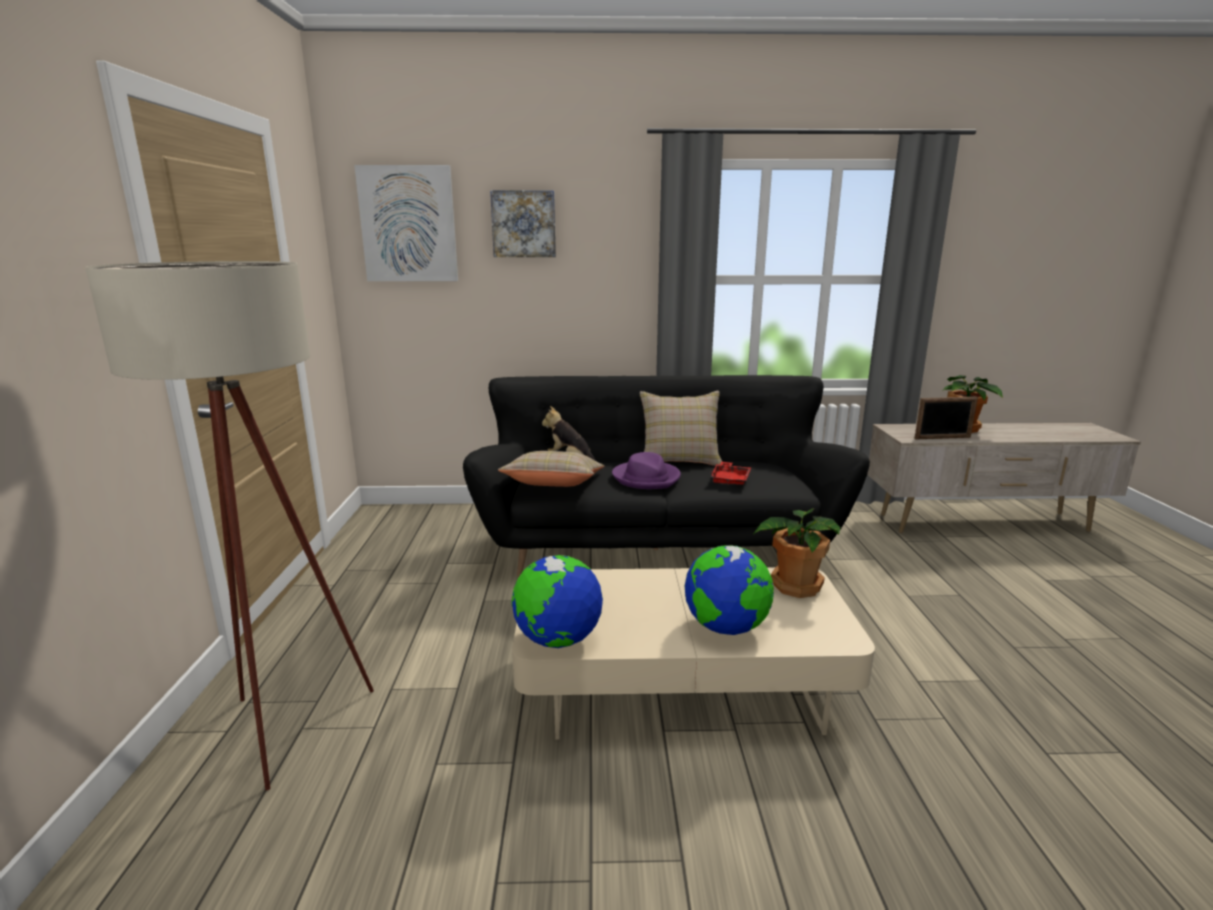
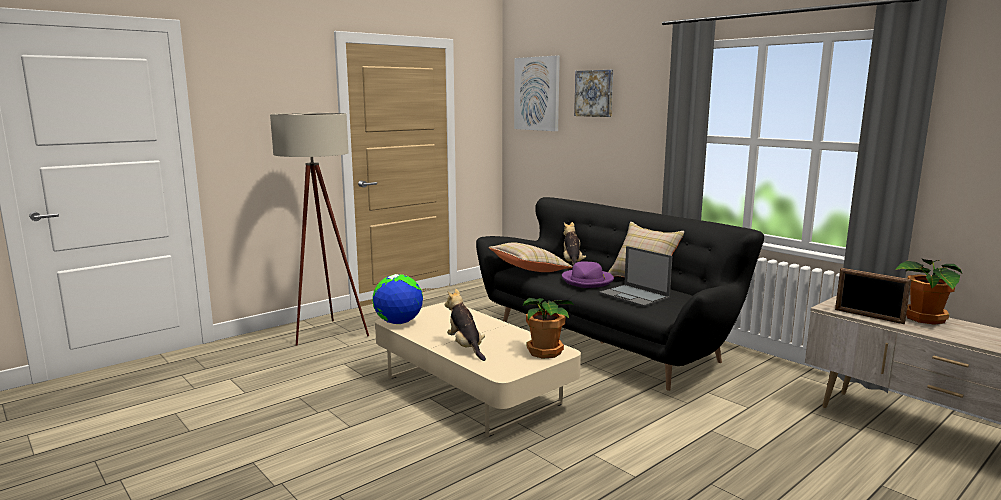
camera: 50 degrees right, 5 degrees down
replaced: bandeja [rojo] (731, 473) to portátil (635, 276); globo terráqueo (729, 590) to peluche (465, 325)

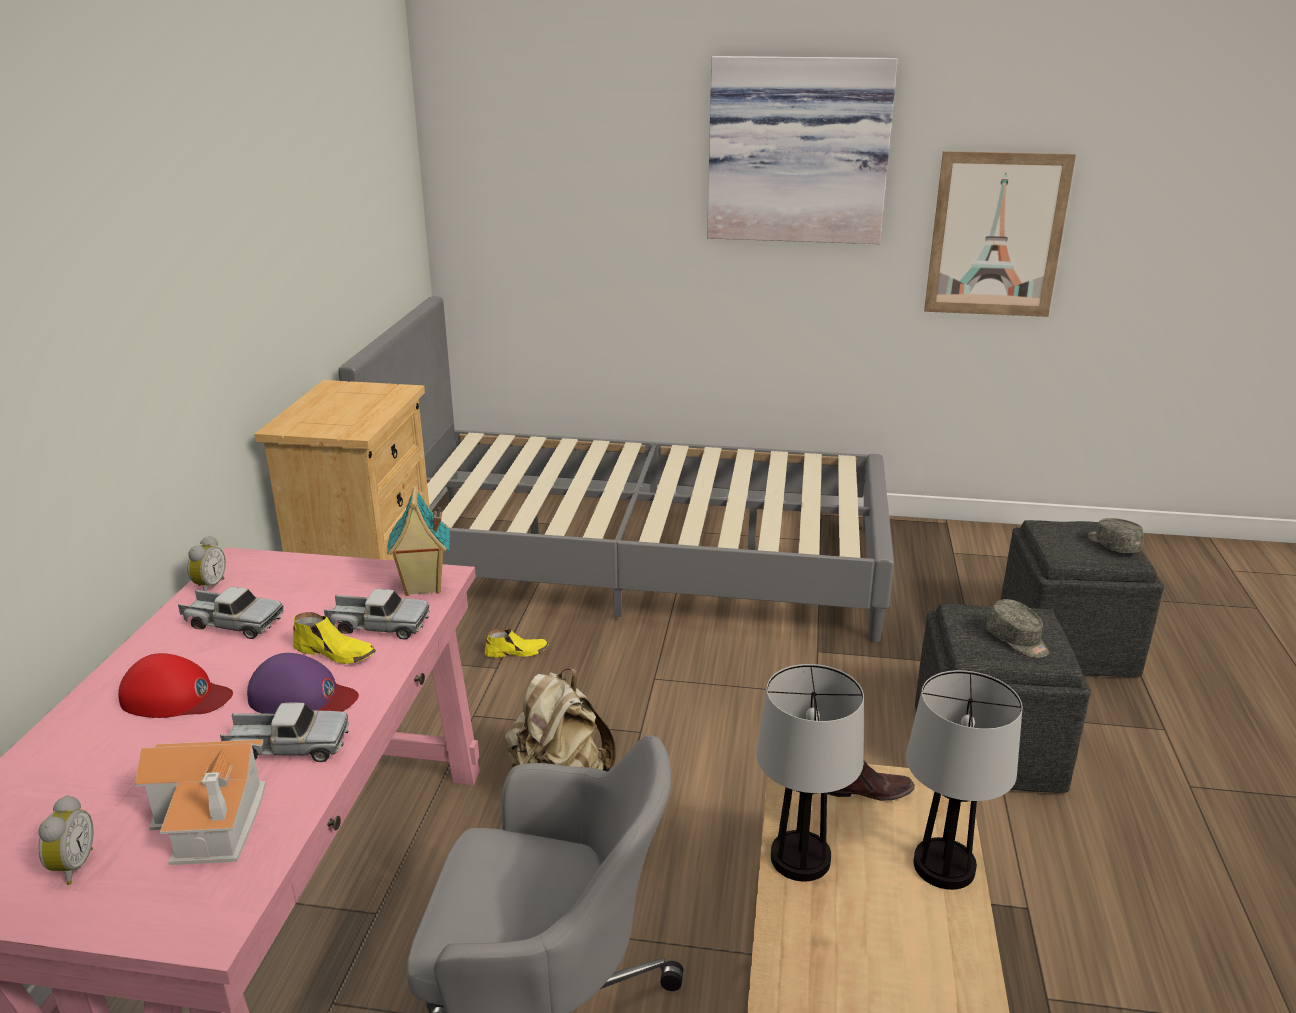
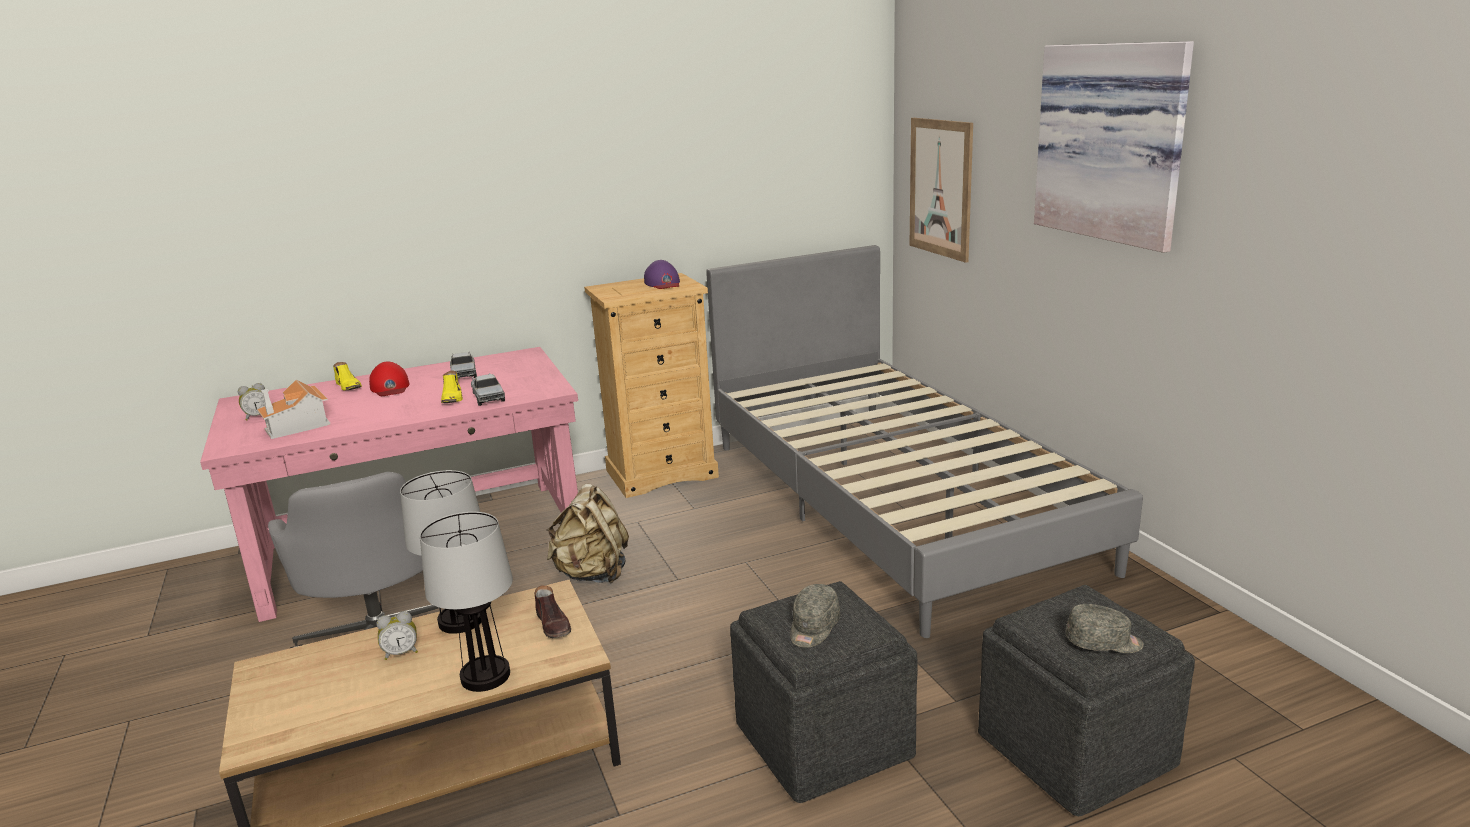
camera: 60 degrees right, 5 degrees down
removed: casita (418, 541); camión de juguete (284, 732)
moved: cuadro (1000, 234) to (941, 190); despertador (207, 563) to (397, 635); zapato [amarillo] (516, 643) to (347, 376); gorra [morado] (303, 683) to (662, 274)
turned: gorra [gris] (1115, 535) = (1104, 628) 60 degrees clockwise

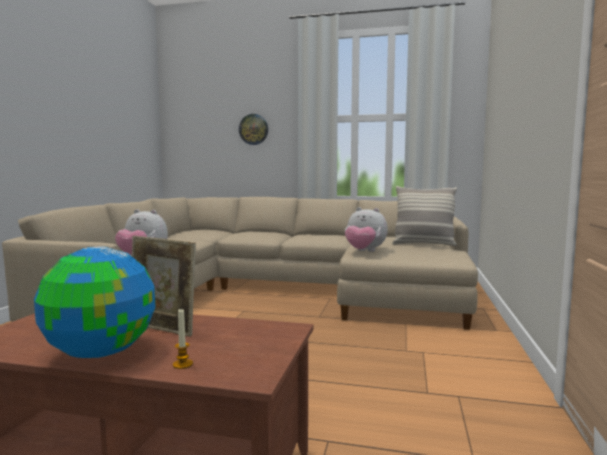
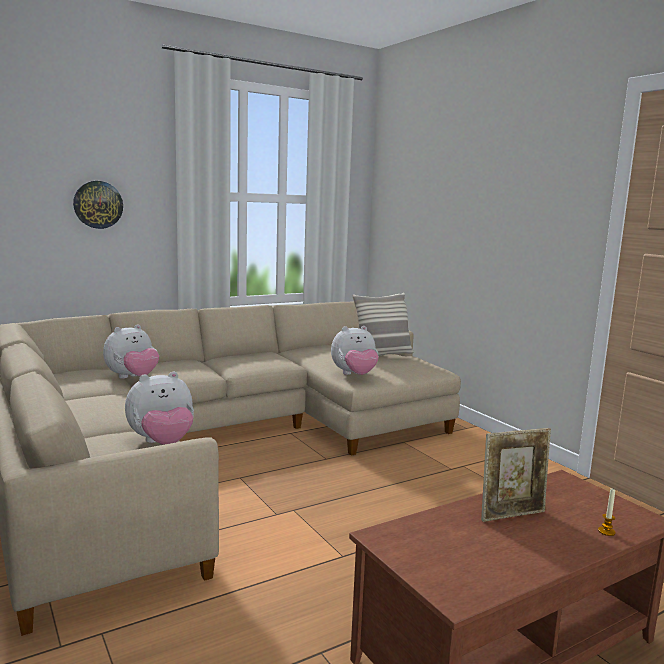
camera: 45 degrees left, 5 degrees up
removed: globo terráqueo (94, 302)
added: peluche (131, 351)

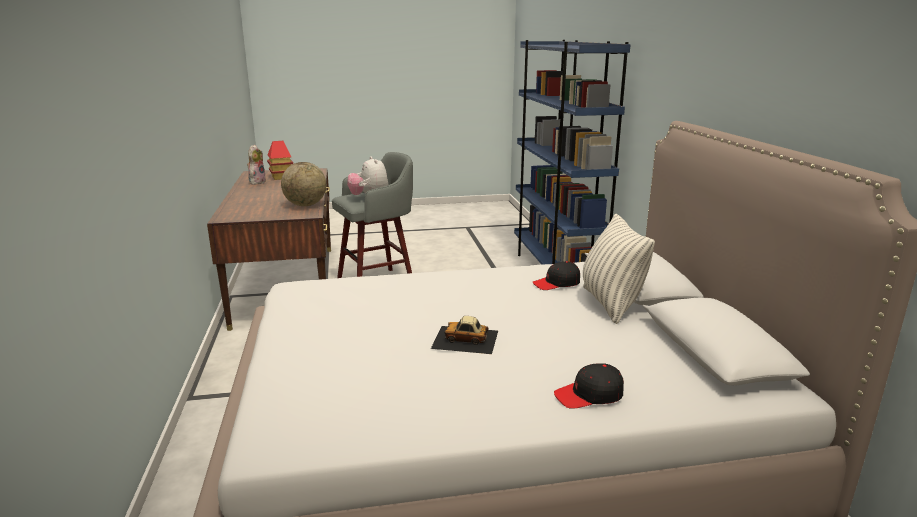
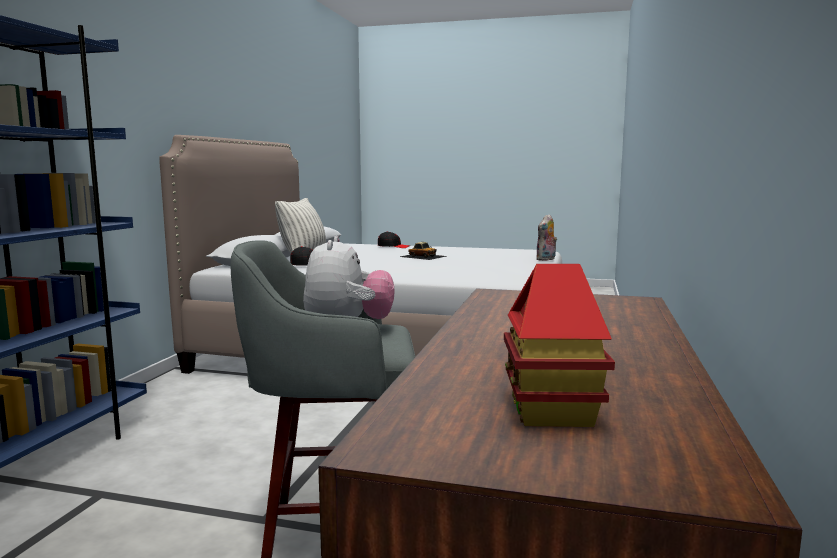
camera: 155 degrees left, 10 degrees down
removed: globo terráqueo (303, 184)
moved: peluche (256, 165) to (546, 237)

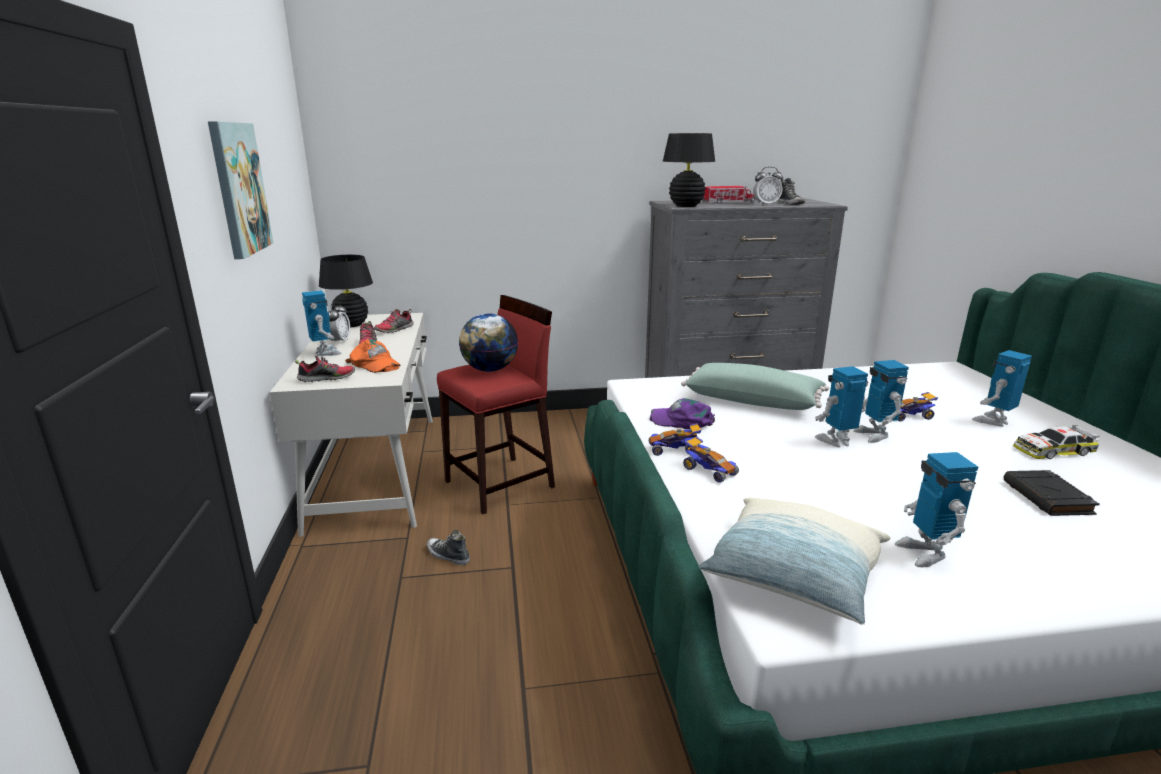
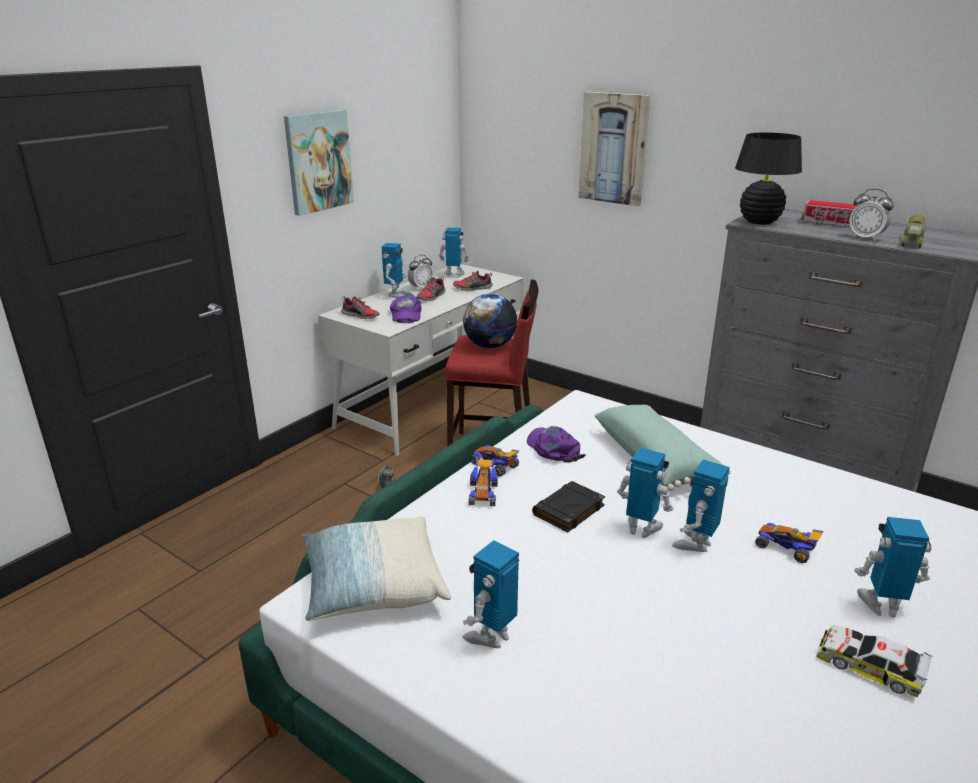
camera: 45 degrees right, 5 degrees up
added: cuadro (614, 149)
moved: libro [negro] (1051, 493) to (568, 506)
replaced: zapato (791, 191) to camión de juguete (914, 231); lámpara de mesa [negro] (346, 291) to robot de juguete (454, 253)
recoloured: gorra [naranja] (373, 356) to gorra [morado] (405, 307)

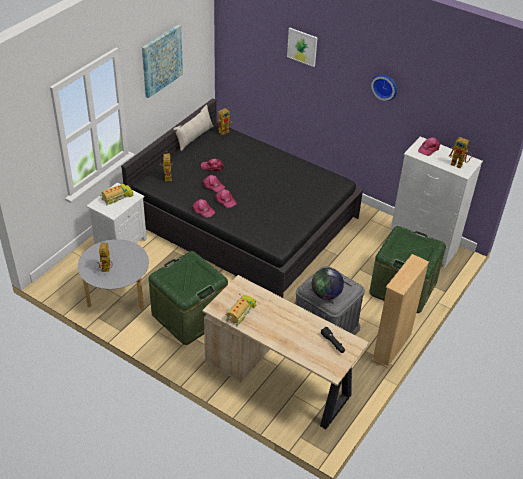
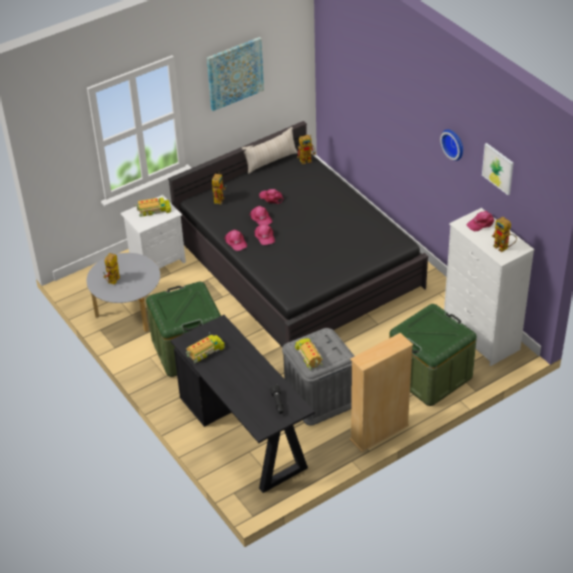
camera: 25 degrees right, 0 degrees up
moved: cuadro (302, 47) to (497, 169)
replaced: globo terráqueo (328, 284) to camión de juguete (309, 353)
recoloured: escritorio [beis] (285, 352) to escritorio [negro] (242, 404)

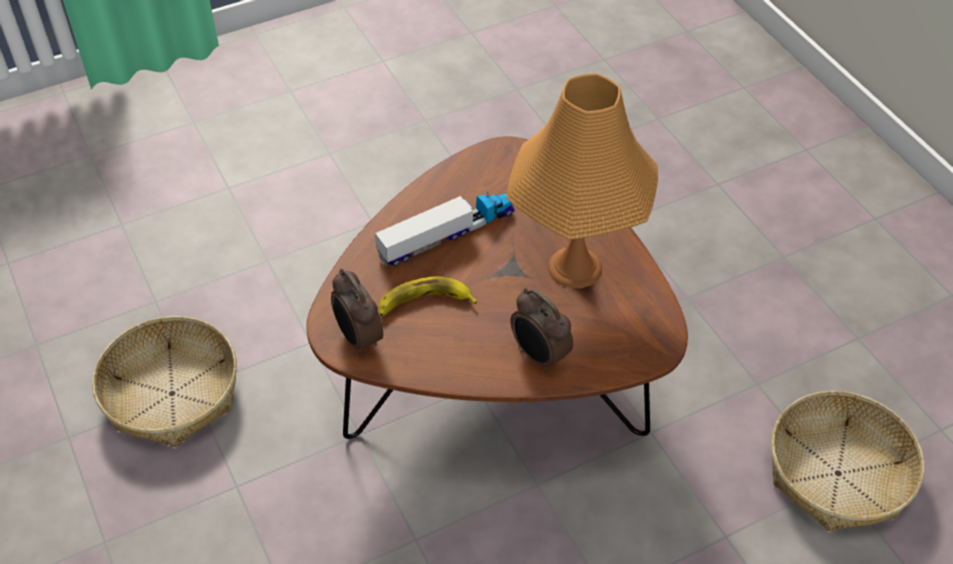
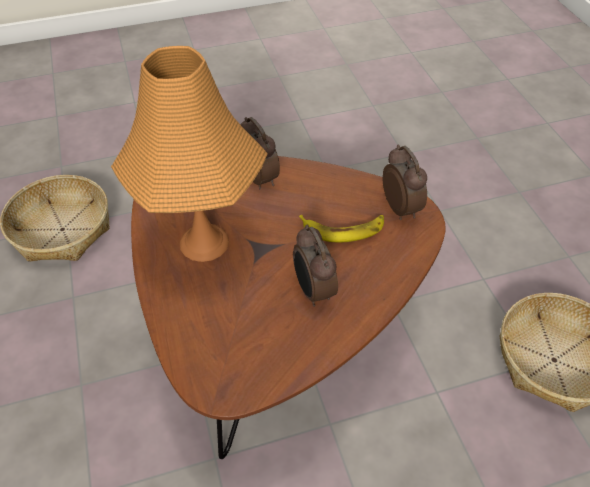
camera: 170 degrees left, 0 degrees up
replaced: camión de juguete (445, 228) to despertador (315, 265)

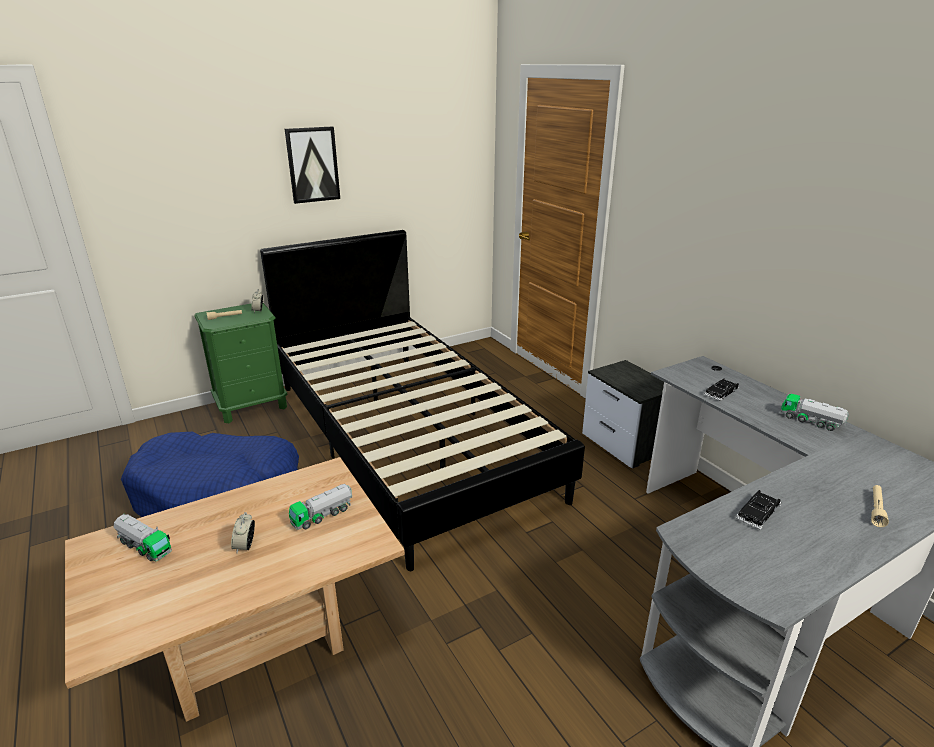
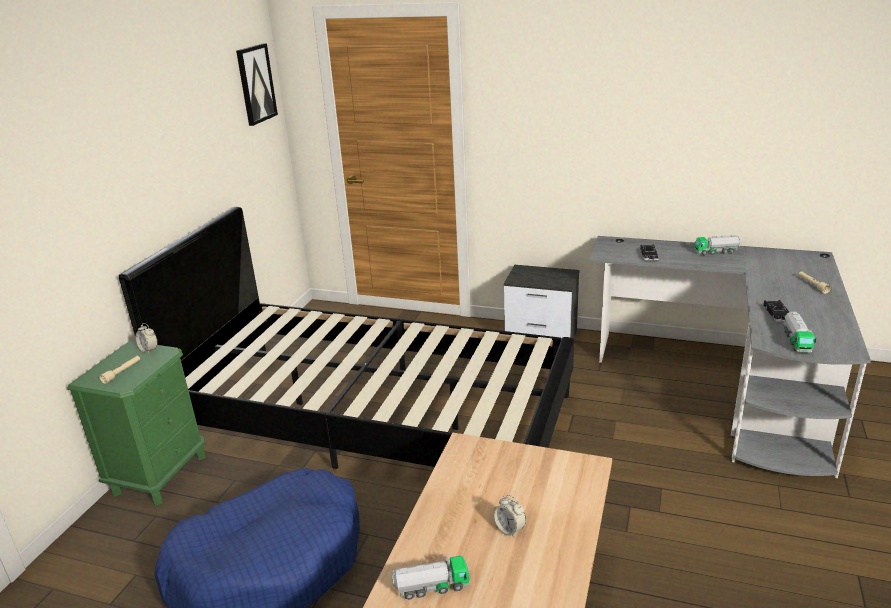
camera: 40 degrees left, 0 degrees up
moved: cuadro (312, 165) to (257, 84); camión de juguete (320, 507) to (799, 331)

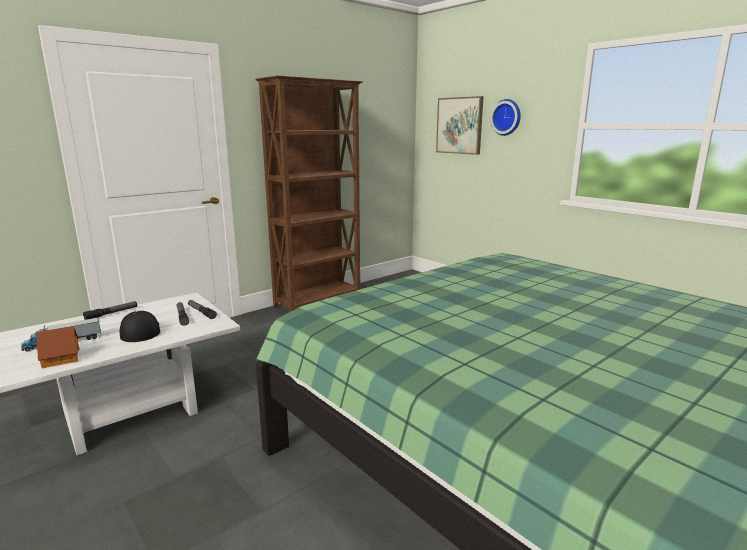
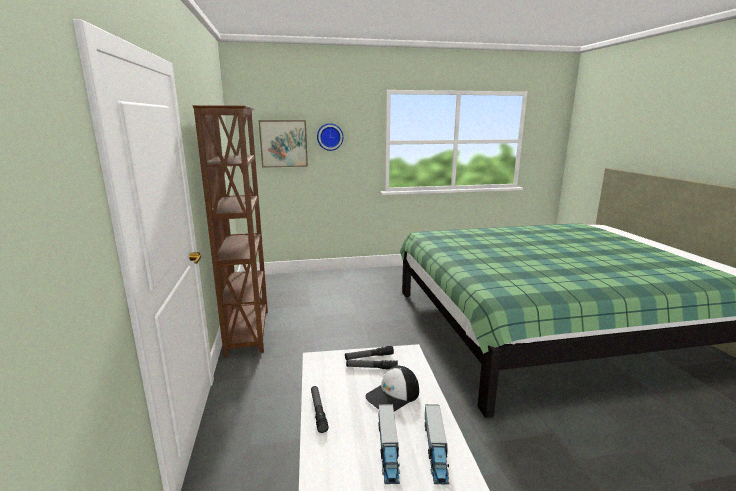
camera: 60 degrees left, 0 degrees up
replaced: casita (57, 347) to camión de juguete (437, 444)
turned: gorra (140, 326) = (392, 389) 45 degrees counterclockwise

